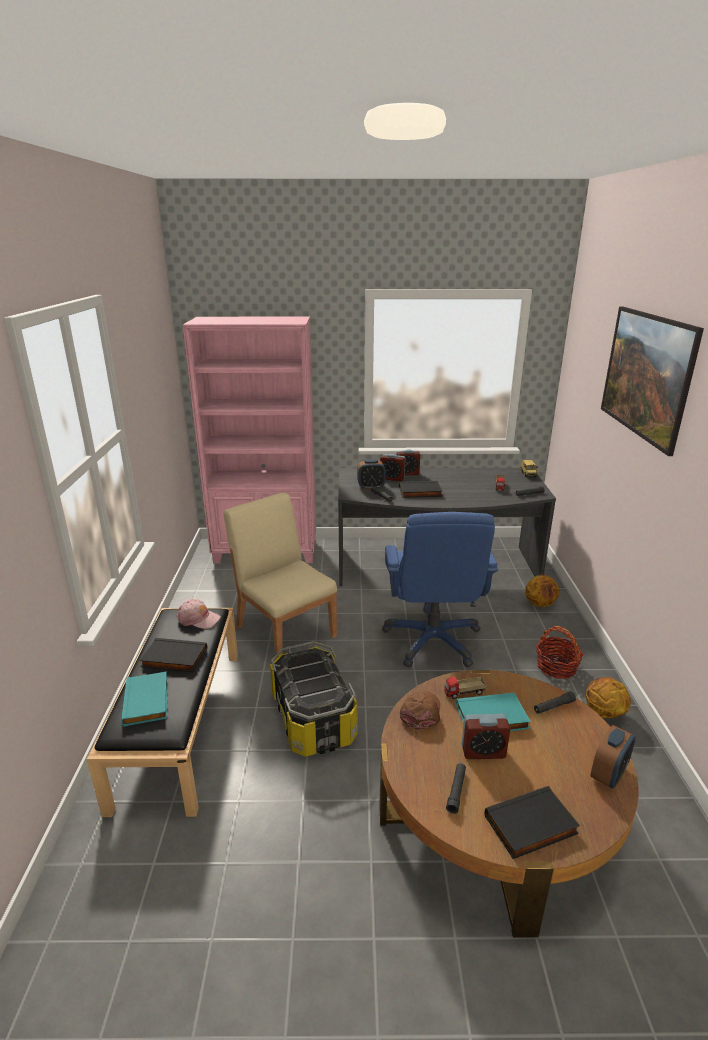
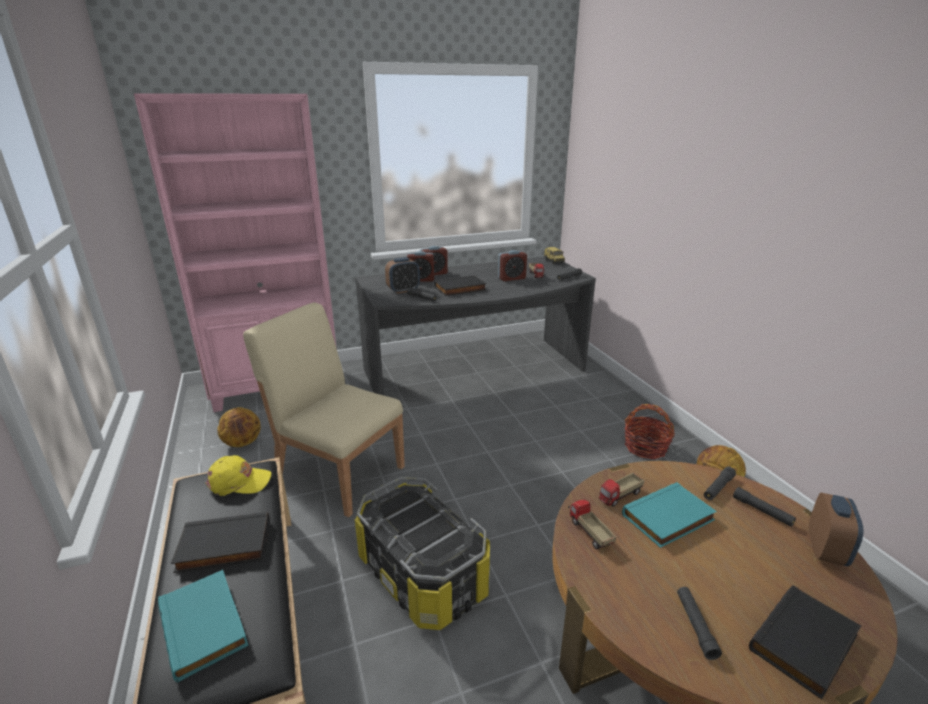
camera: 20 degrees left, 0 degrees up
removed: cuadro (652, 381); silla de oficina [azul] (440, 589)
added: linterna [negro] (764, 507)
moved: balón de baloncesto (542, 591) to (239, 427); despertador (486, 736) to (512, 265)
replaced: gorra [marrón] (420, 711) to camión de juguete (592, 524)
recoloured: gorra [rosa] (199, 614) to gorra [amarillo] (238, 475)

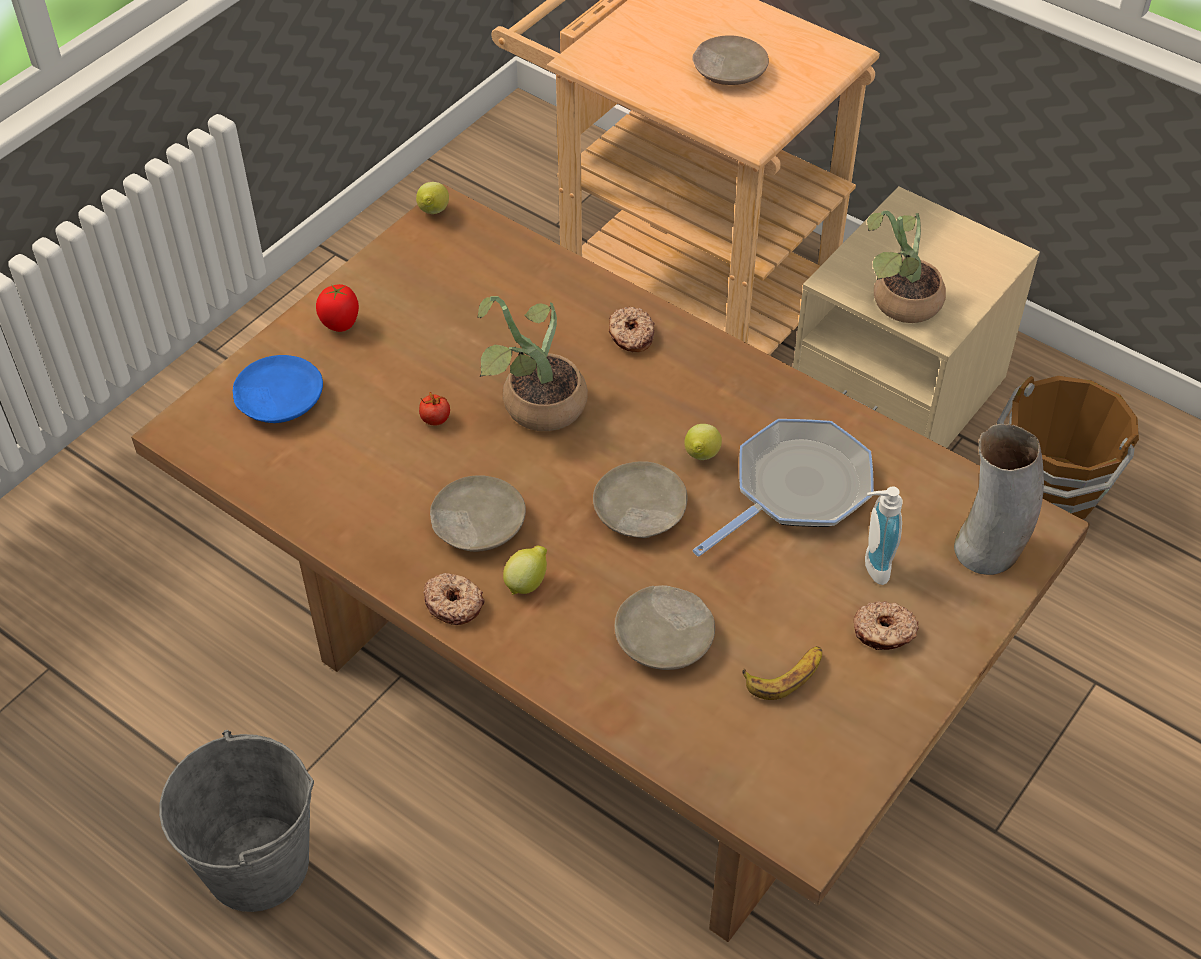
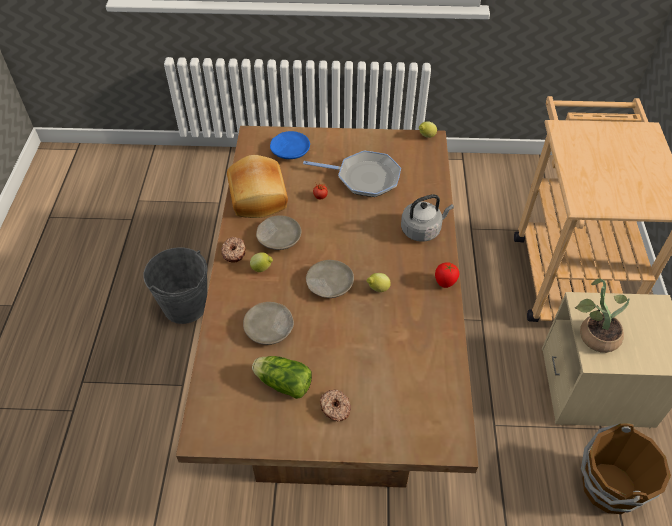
camera: 55 degrees right, 0 degrees up
removed: plato [beis] (730, 60); planta en maceta (532, 363); florero (999, 499); dispensador de jabón (883, 535)
added: pan (257, 186)
moved: tomate (337, 308) to (447, 275); sartén (783, 488) to (352, 174)
replaced: rosquilla (631, 329) to hervidor [gris] (427, 218); plátano (782, 673) to lechuga (282, 377)

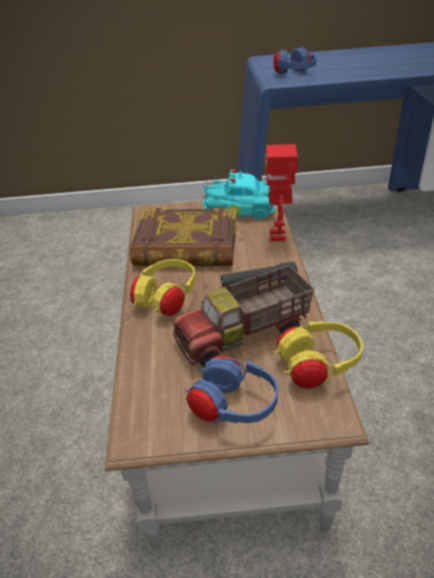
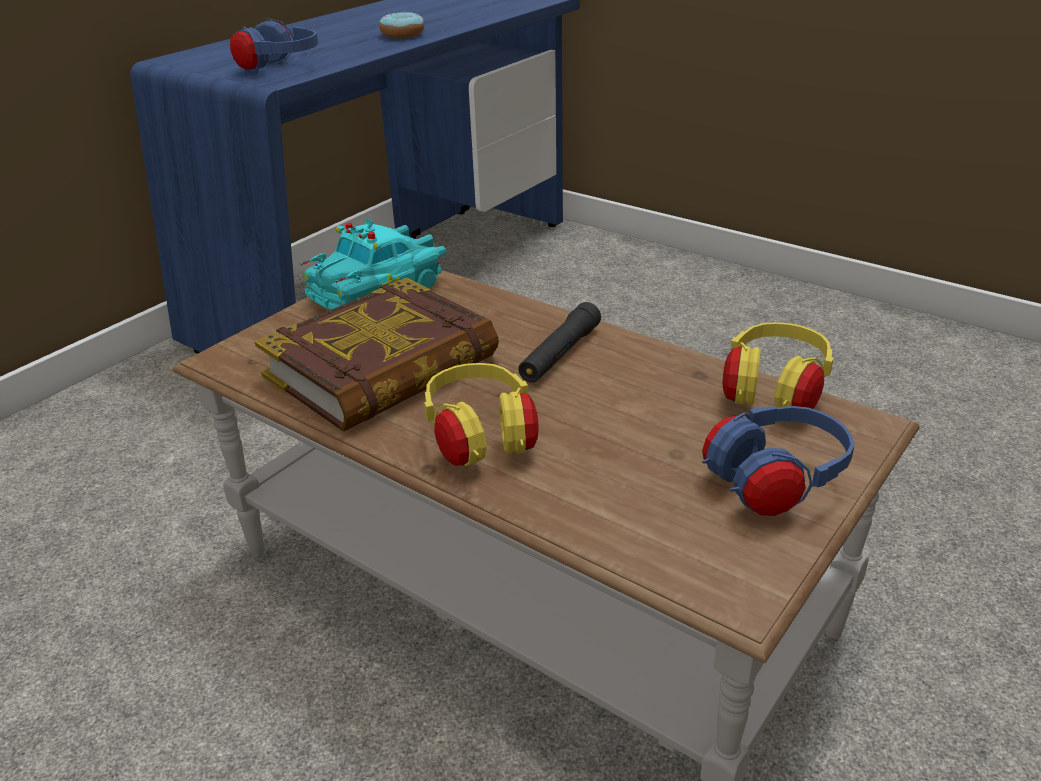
camera: 50 degrees left, 5 degrees down
removed: robot de juguete (281, 192); camión de juguete (243, 316)
added: rosquilla (401, 25)

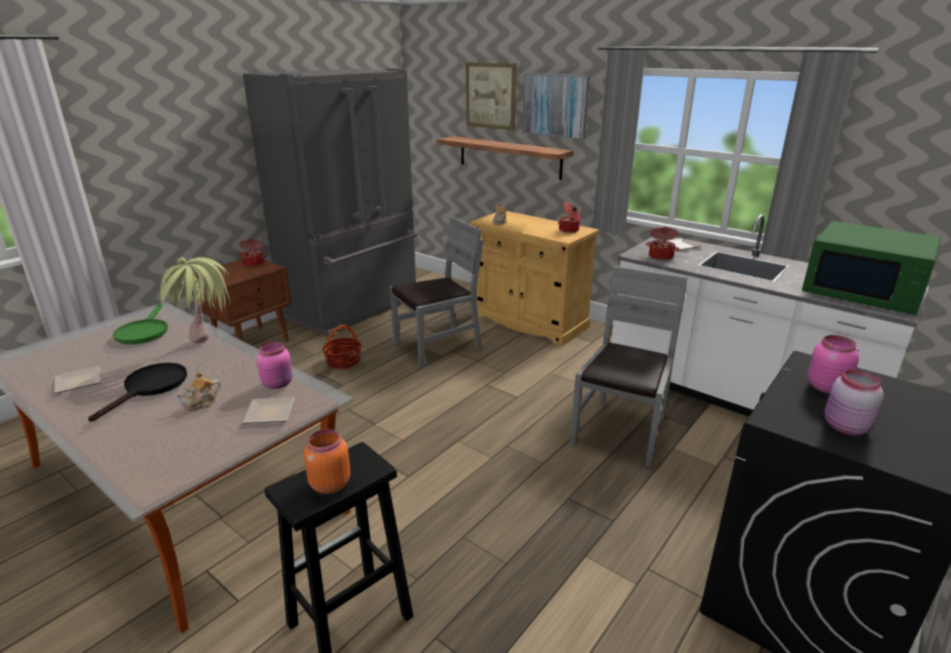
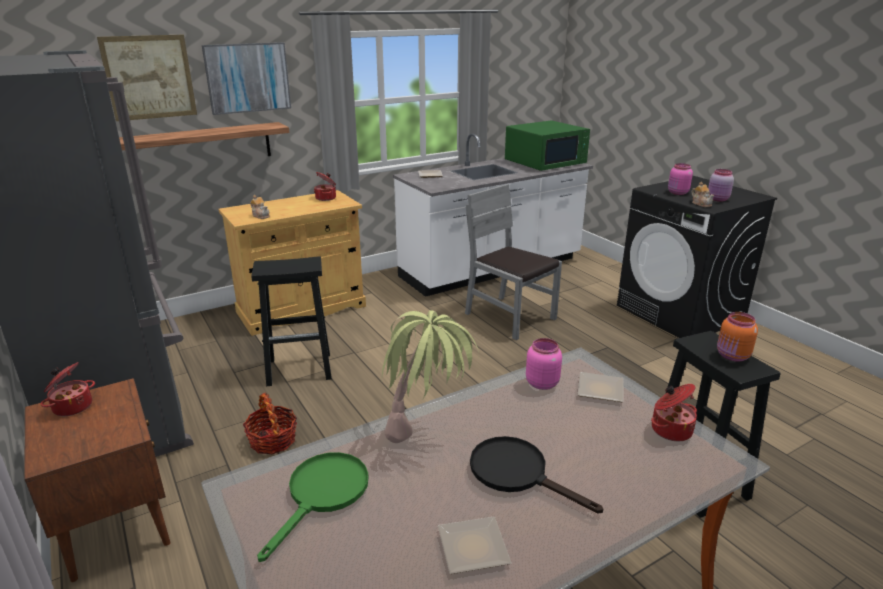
camera: 70 degrees left, 0 degrees up
moved: olla (663, 243) to (674, 412); tetera (198, 391) to (703, 194)
replaced: silla [gris] (436, 292) to taburete [negro] (291, 321)
turned: sartén [verde] (140, 324) = (313, 507) 75 degrees counterclockwise

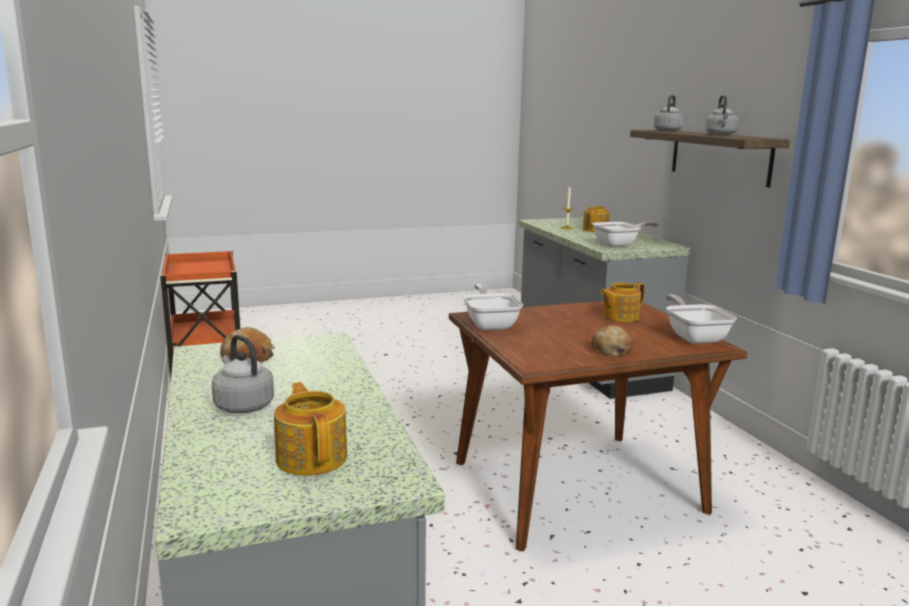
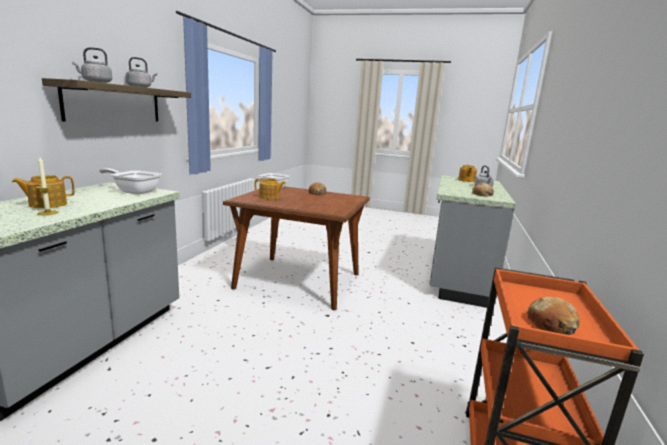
camera: 145 degrees left, 0 degrees up
removed: sartén (493, 307)
added: pan (554, 316)

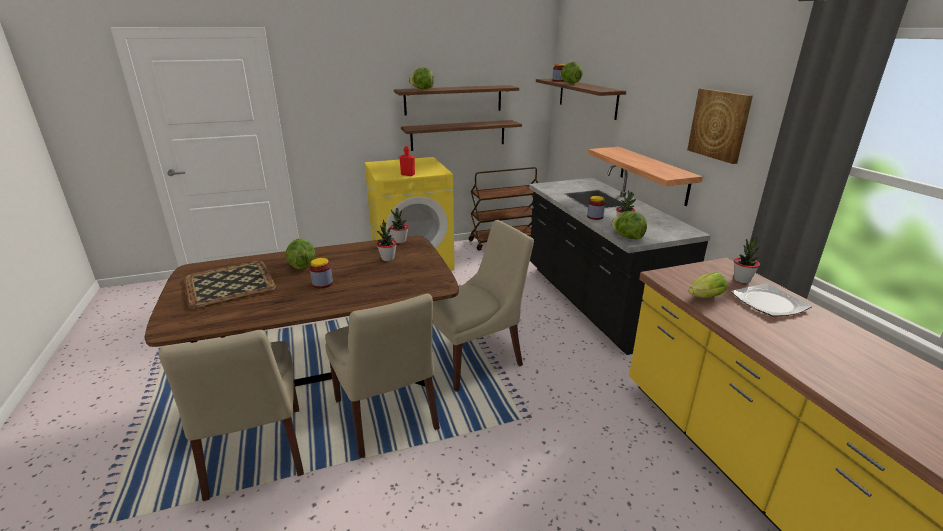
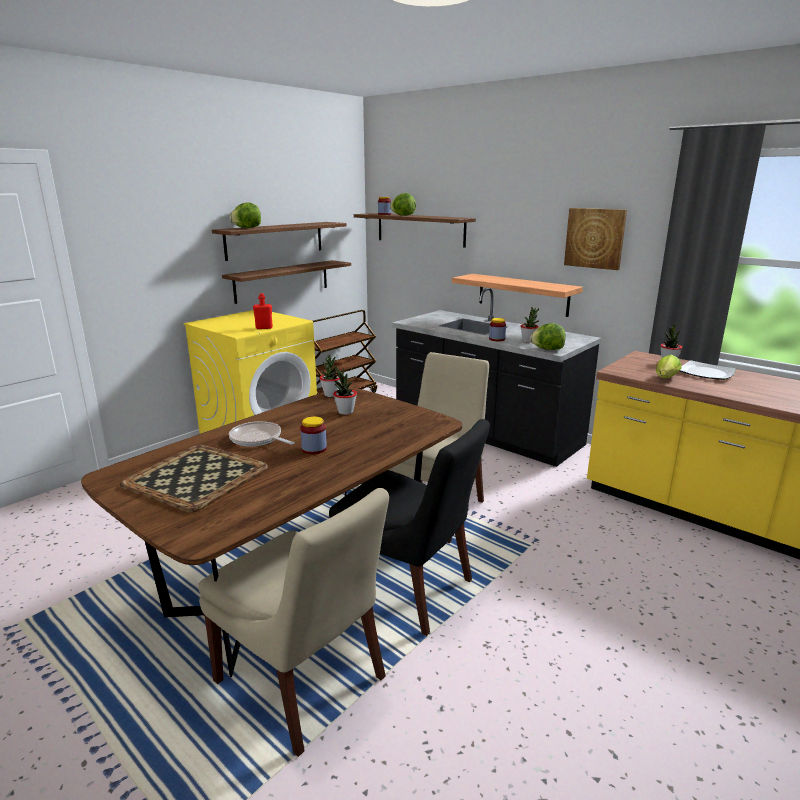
camera: 30 degrees left, 5 degrees down
replaced: lechuga (300, 254) to sartén (262, 434)
recoloured: silla [beis] (382, 376) to silla [negro] (409, 527)

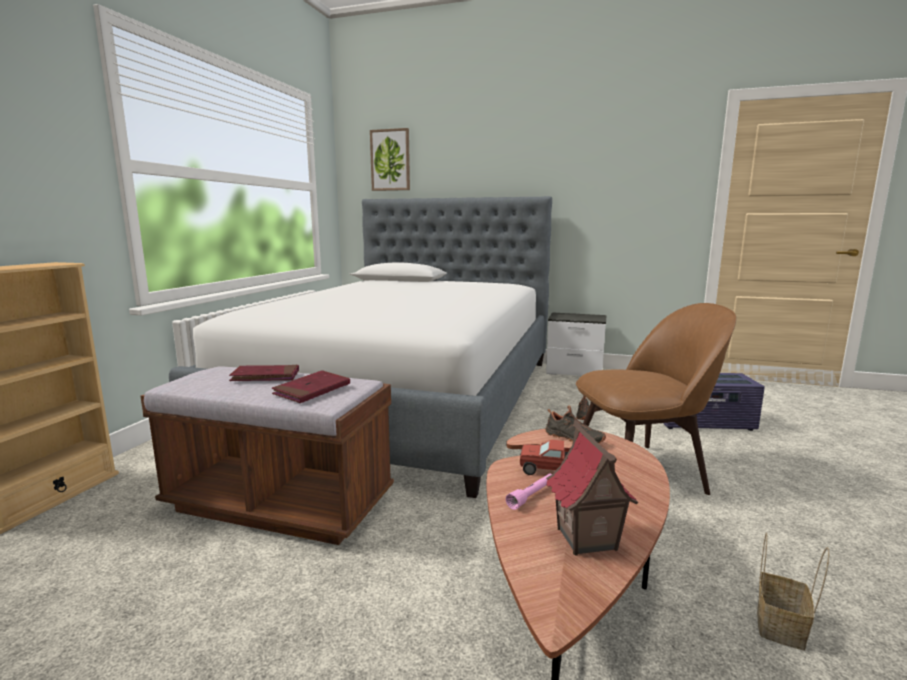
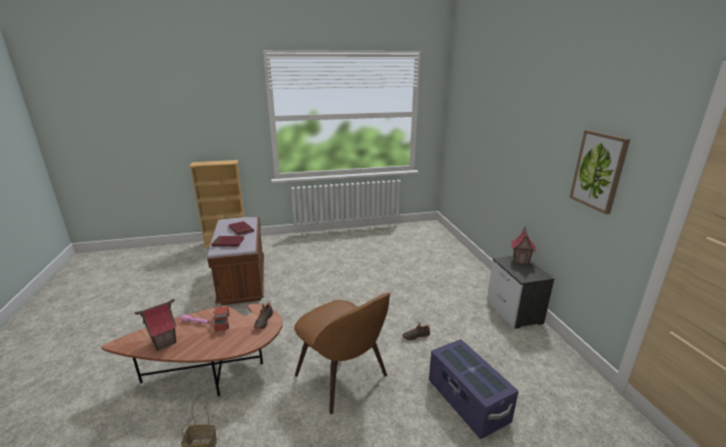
camera: 60 degrees right, 10 degrees up
removed: cama (360, 347)
added: casita (523, 245)
moved: cuadro (390, 159) to (600, 172)

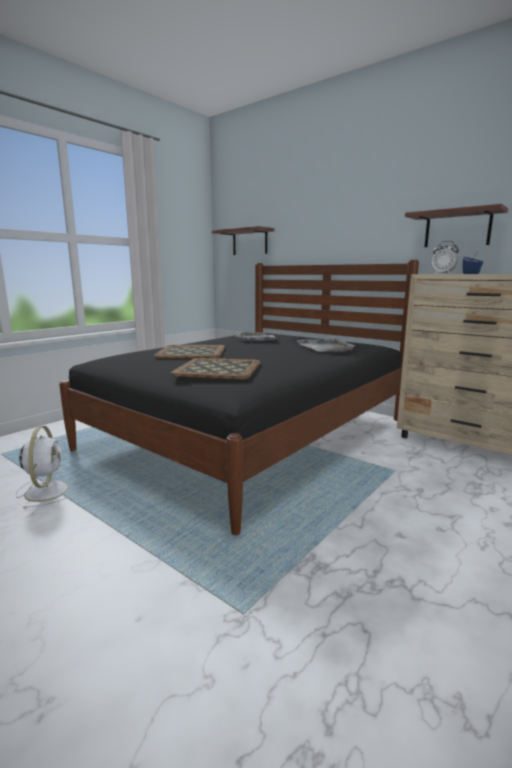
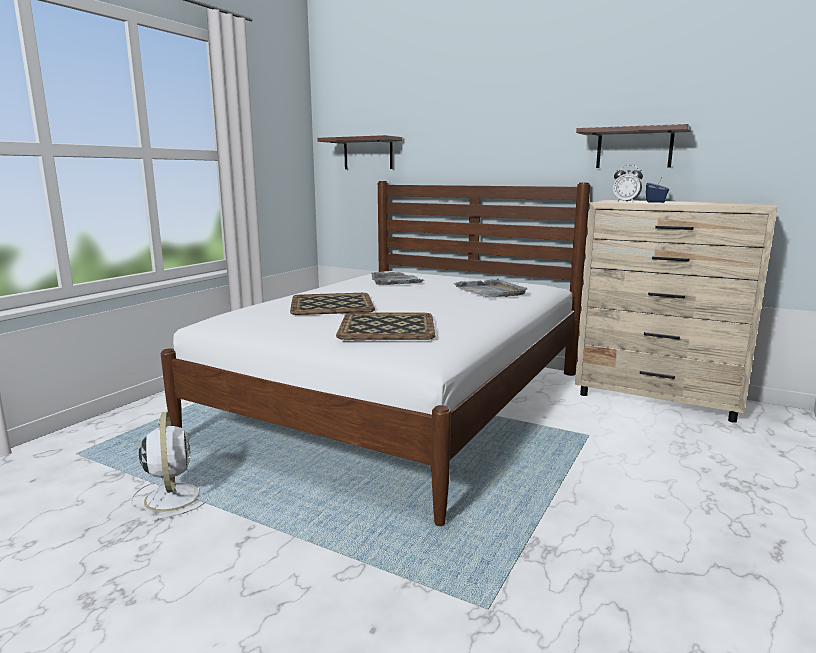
camera: 10 degrees left, 0 degrees up
recoloured: cama [negro] (239, 397) to cama [blanco] (375, 353)

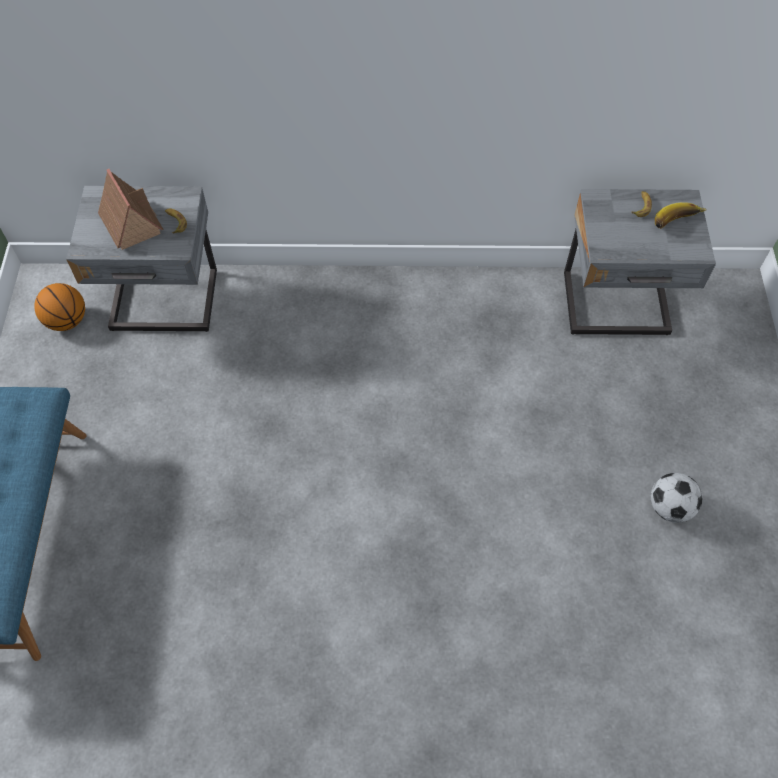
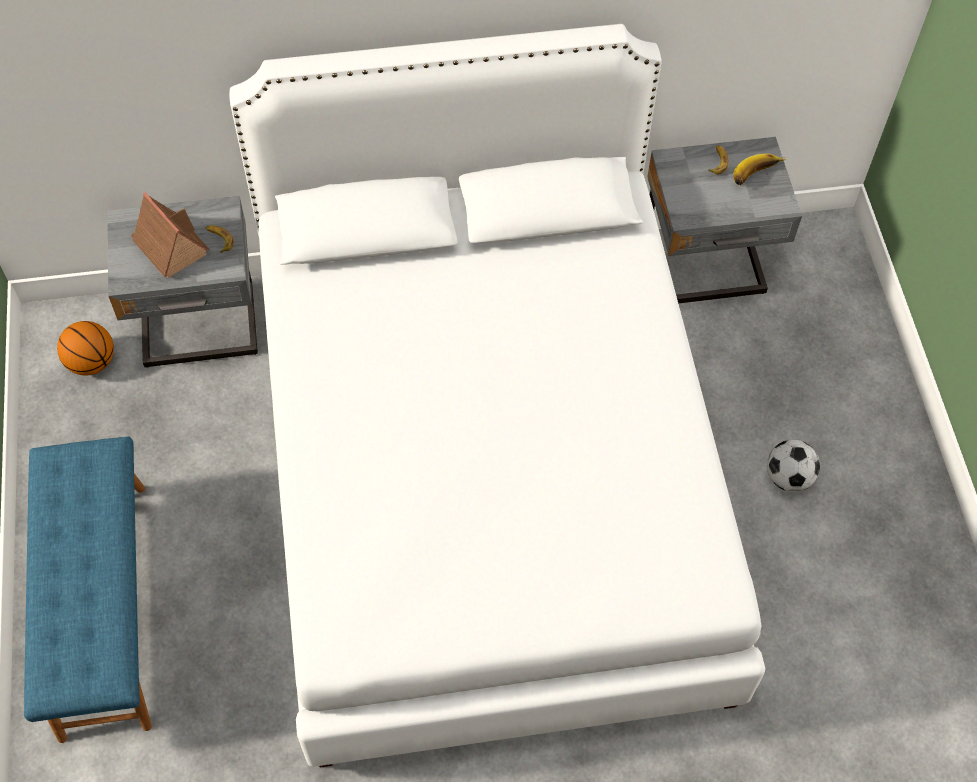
camera: 10 degrees left, 0 degrees up
added: cama [blanco] (497, 396)

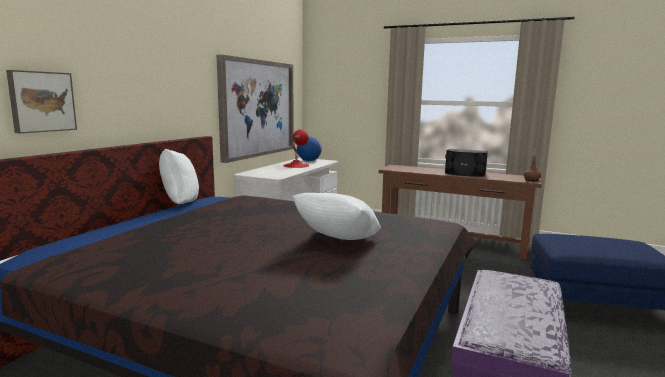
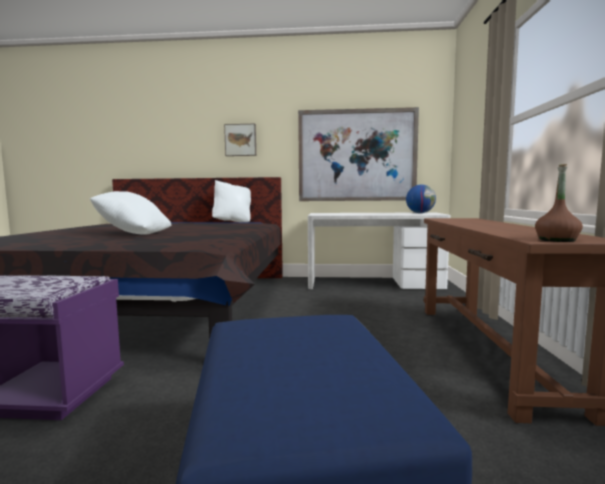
camera: 70 degrees right, 5 degrees down
removed: lámpara de mesa [rojo] (296, 148); altavoz [negro] (466, 163)
moved: cuadro (41, 101) to (240, 140)

